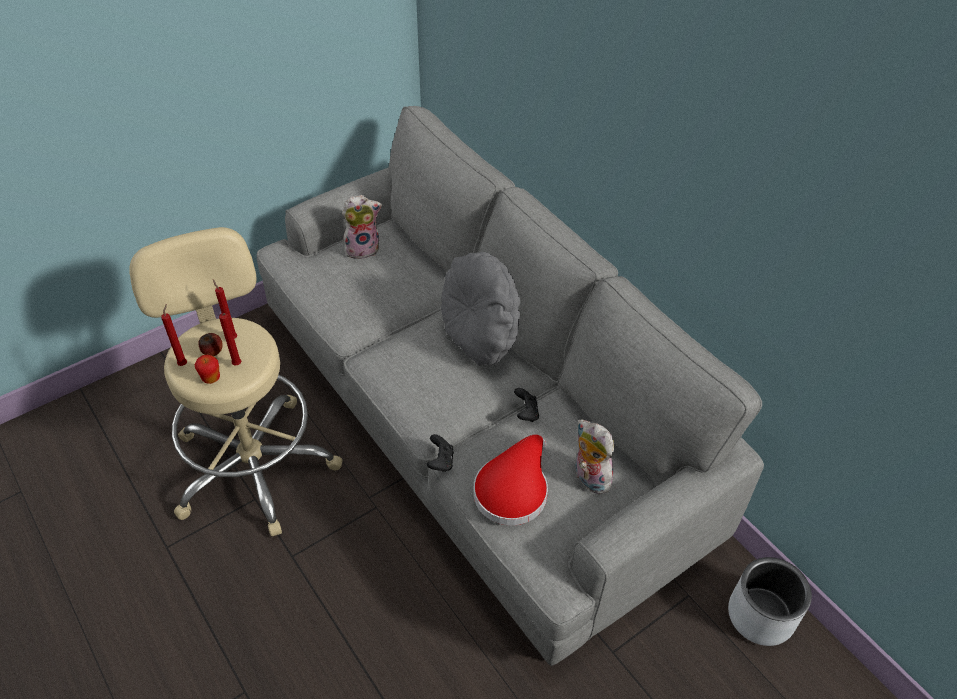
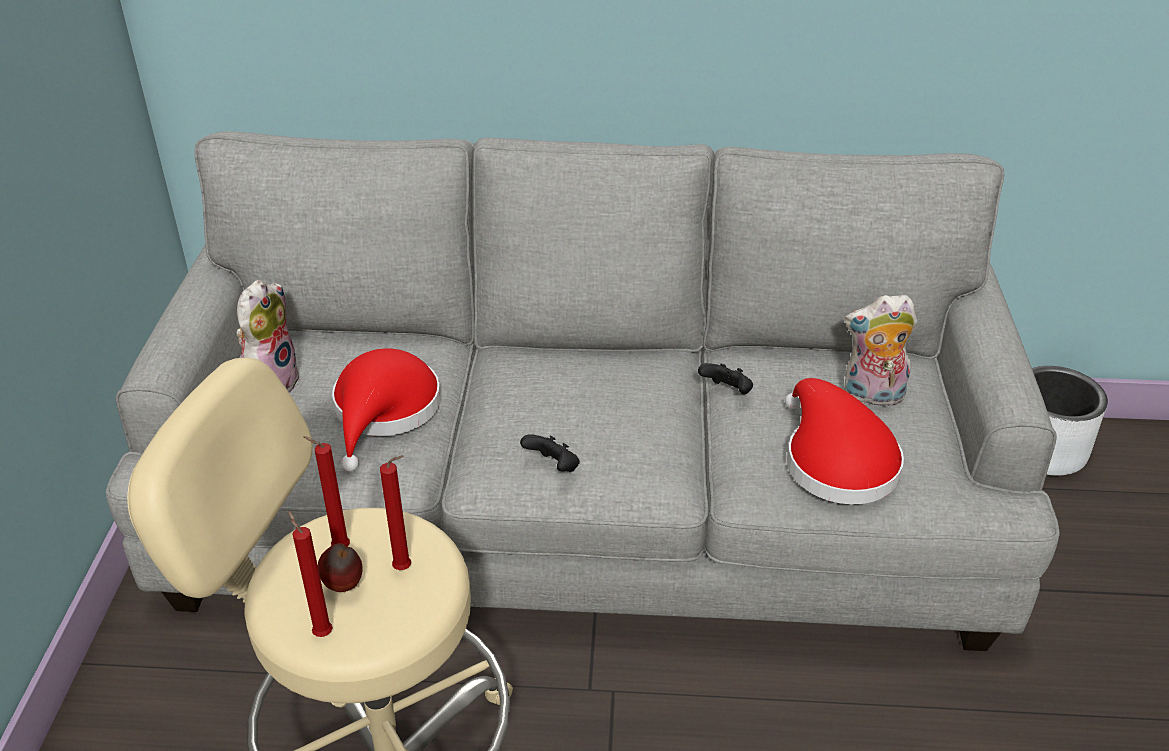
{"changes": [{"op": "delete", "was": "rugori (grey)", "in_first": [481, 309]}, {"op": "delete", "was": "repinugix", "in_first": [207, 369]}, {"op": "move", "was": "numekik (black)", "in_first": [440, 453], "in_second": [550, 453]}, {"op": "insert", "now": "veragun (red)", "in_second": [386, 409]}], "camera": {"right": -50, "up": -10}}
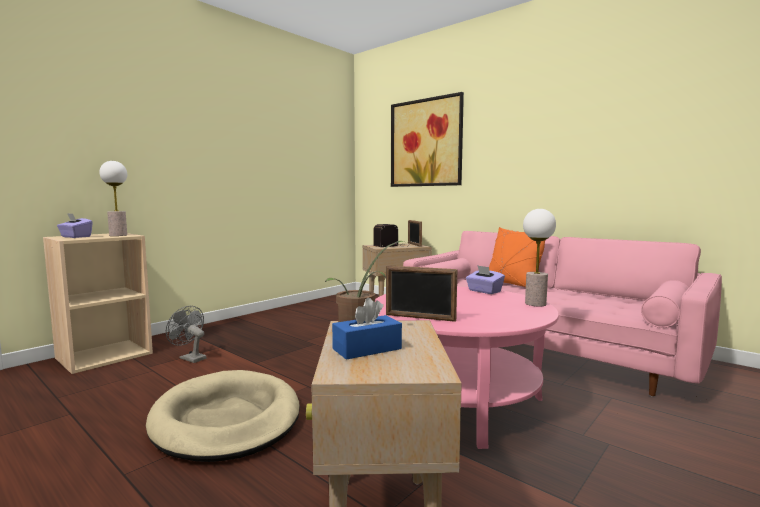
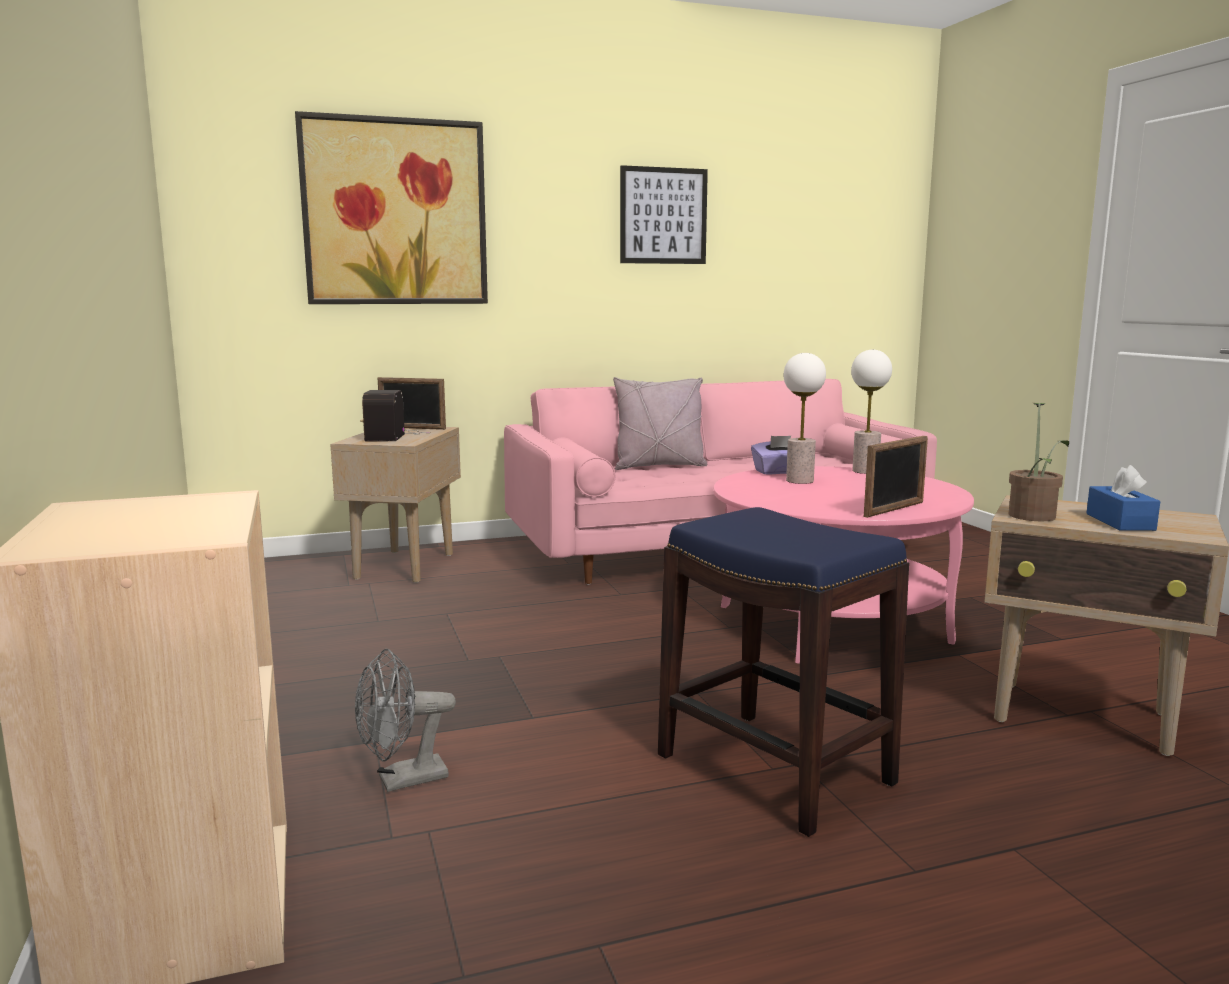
{"changes": [{"op": "move", "was": "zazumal", "in_first": [113, 198], "in_second": [805, 418]}, {"op": "delete", "was": "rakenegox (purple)", "in_first": [75, 225]}, {"op": "recolor", "was": "rugori (orange)", "now": "rugori (purple)", "in_first": [517, 257], "in_second": [660, 423]}, {"op": "replace", "was": "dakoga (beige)", "now": "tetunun", "in_first": [223, 416], "in_second": [783, 672]}, {"op": "insert", "now": "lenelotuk", "in_second": [664, 214]}], "camera": {"right": -60, "up": 5}}
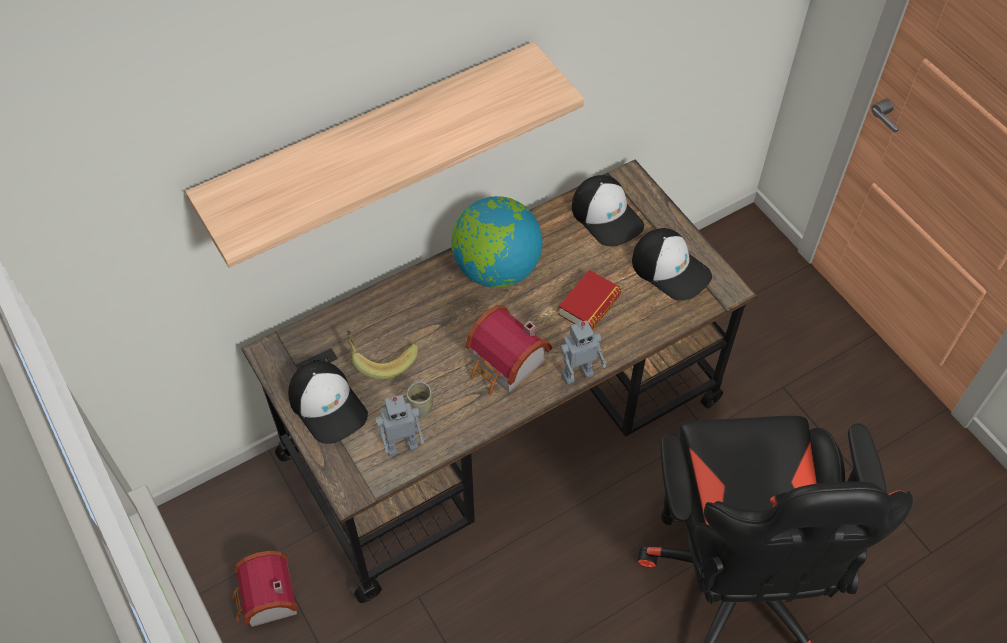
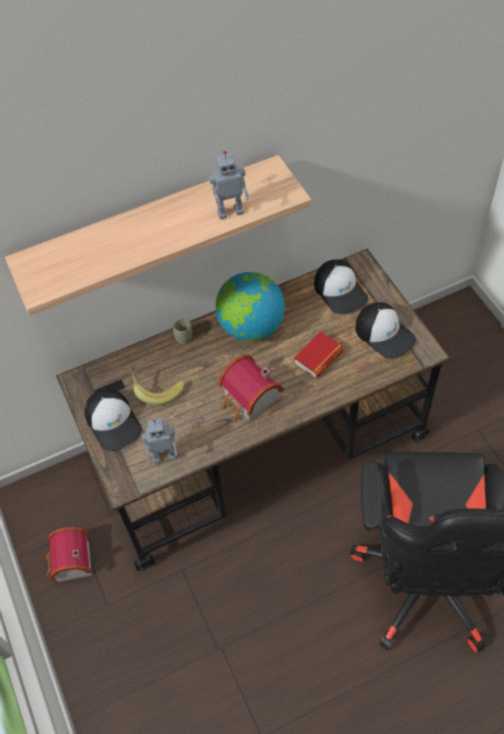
{"changes": [{"op": "move", "was": "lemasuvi", "in_first": [583, 353], "in_second": [229, 185]}, {"op": "move", "was": "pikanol", "in_first": [419, 399], "in_second": [182, 331]}], "camera": {"right": 10, "up": 0}}
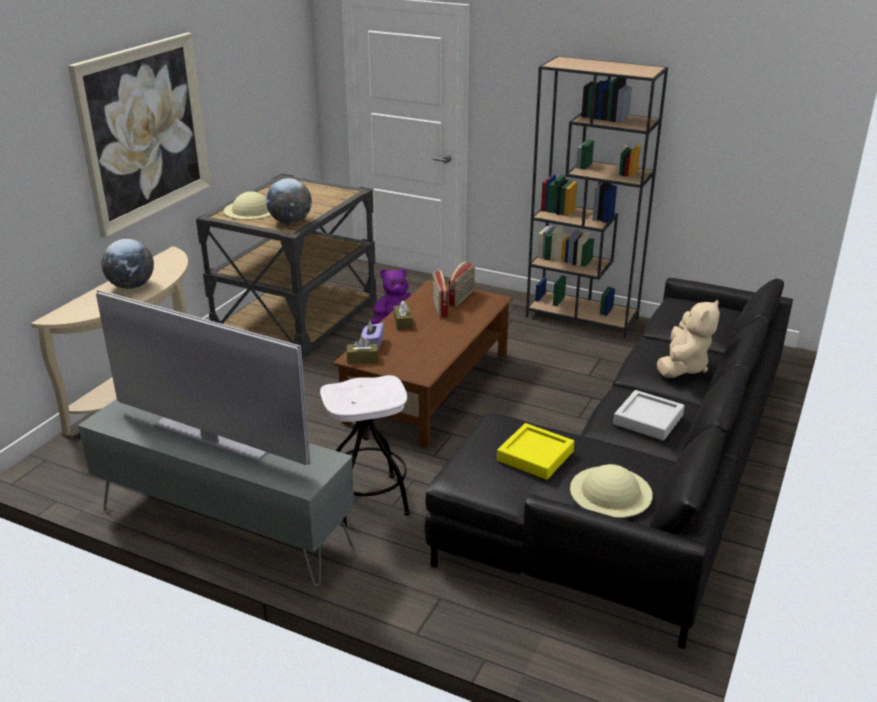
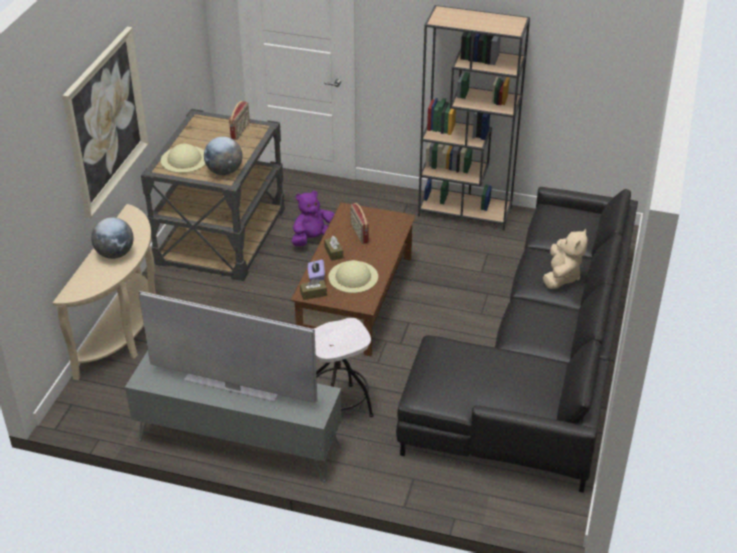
{"changes": [{"op": "move", "was": "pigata", "in_first": [462, 284], "in_second": [239, 120]}, {"op": "delete", "was": "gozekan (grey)", "in_first": [649, 415]}, {"op": "delete", "was": "gozekan (yellow)", "in_first": [535, 451]}, {"op": "move", "was": "veragun (beige)", "in_first": [611, 491], "in_second": [353, 276]}], "camera": {"right": -10, "up": 10}}
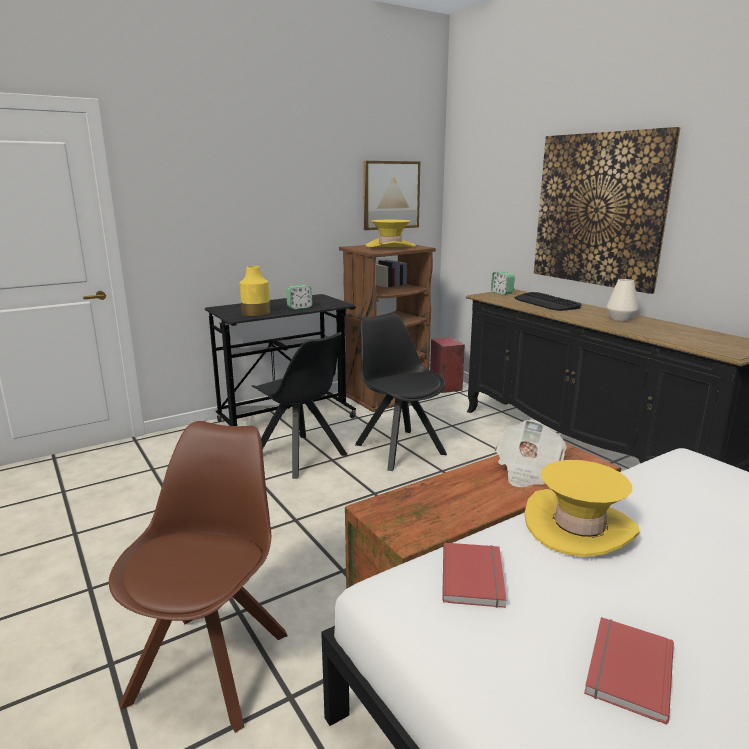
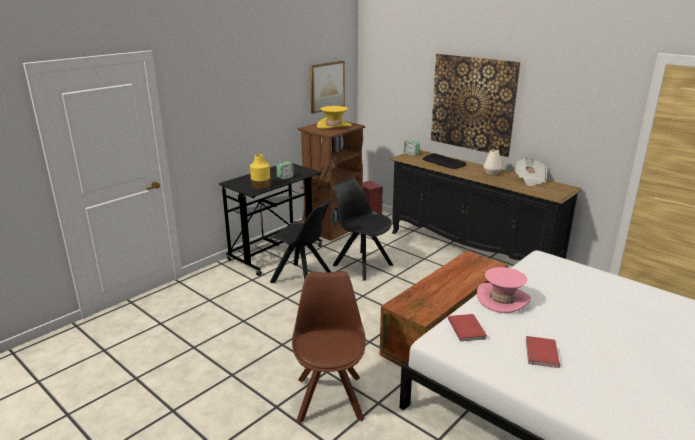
{"changes": [{"op": "move", "was": "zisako", "in_first": [531, 453], "in_second": [531, 171]}, {"op": "recolor", "was": "veragun (yellow)", "now": "veragun (pink)", "in_first": [581, 508], "in_second": [504, 290]}], "camera": {"right": -15, "up": 5}}
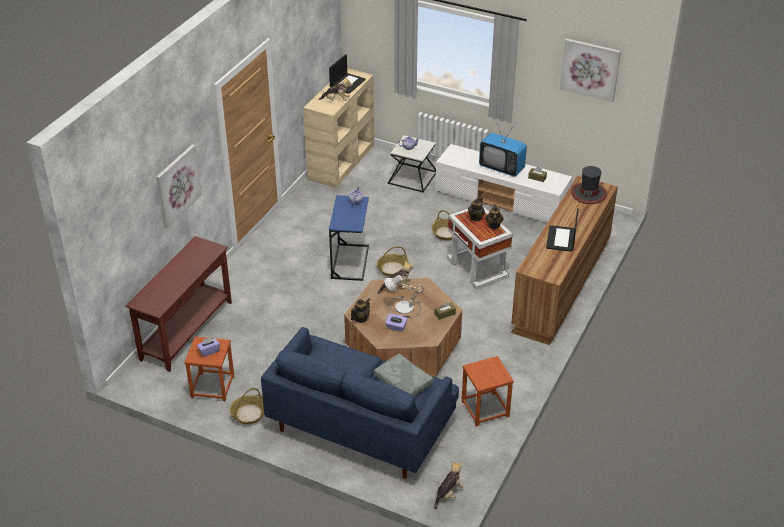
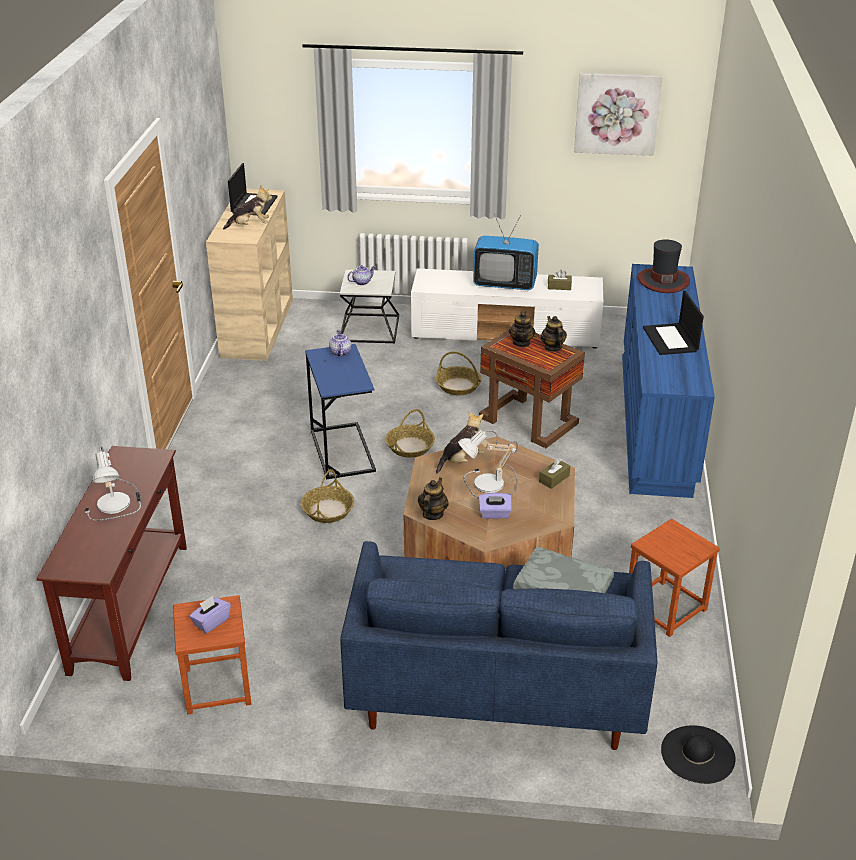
{"changes": [{"op": "delete", "was": "lenelotuk", "in_first": [179, 186]}, {"op": "recolor", "was": "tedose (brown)", "now": "tedose (blue)", "in_first": [564, 260], "in_second": [668, 381]}, {"op": "recolor", "was": "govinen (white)", "now": "govinen (brown)", "in_first": [479, 247], "in_second": [532, 389]}, {"op": "move", "was": "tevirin", "in_first": [247, 406], "in_second": [327, 496]}, {"op": "replace", "was": "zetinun", "now": "veragun (black)", "in_first": [449, 485], "in_second": [698, 754]}, {"op": "insert", "now": "zazumal", "in_second": [113, 483]}], "camera": {"right": -20, "up": -5}}
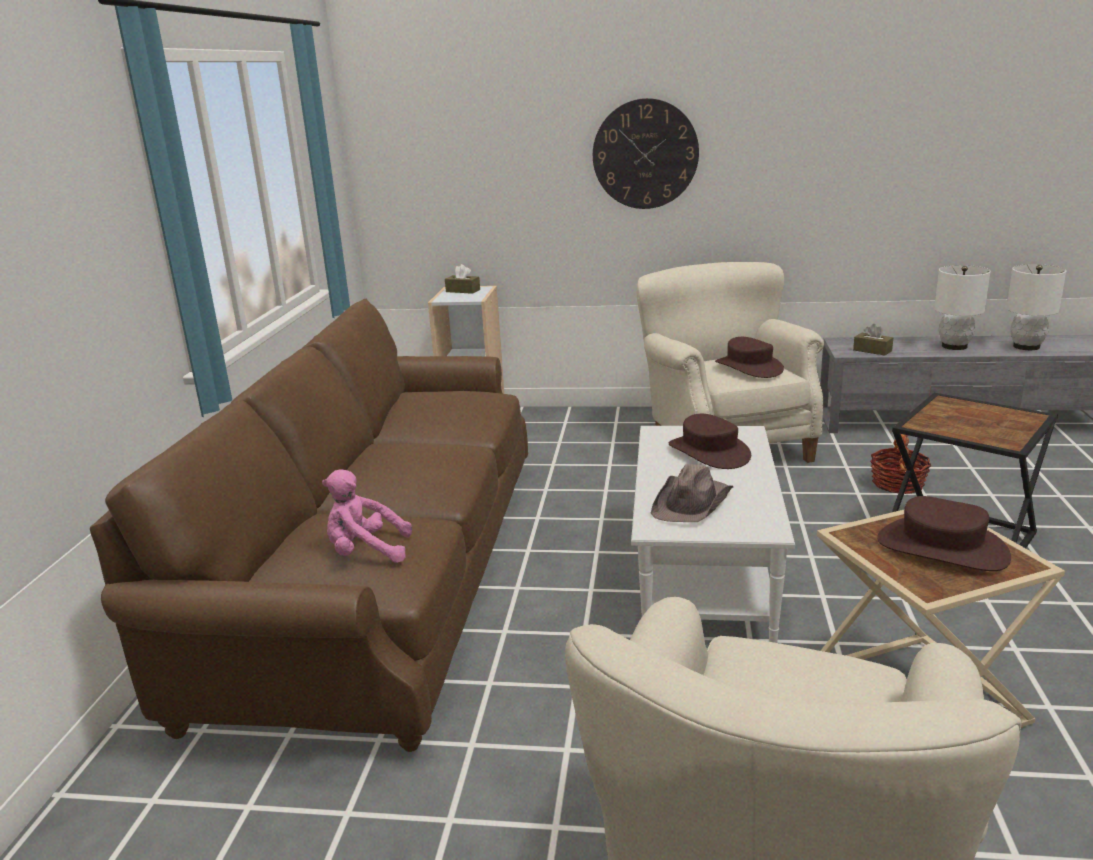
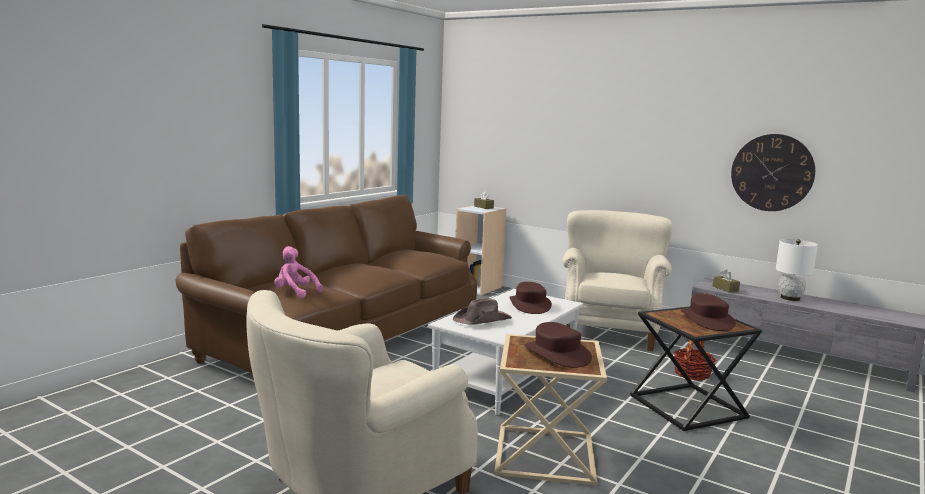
{"changes": [{"op": "move", "was": "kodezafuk", "in_first": [646, 153], "in_second": [773, 172]}, {"op": "delete", "was": "zazumal (white)", "in_first": [1036, 307]}, {"op": "move", "was": "veragun (brown)", "in_first": [749, 357], "in_second": [708, 312]}], "camera": {"right": 25, "up": -10}}
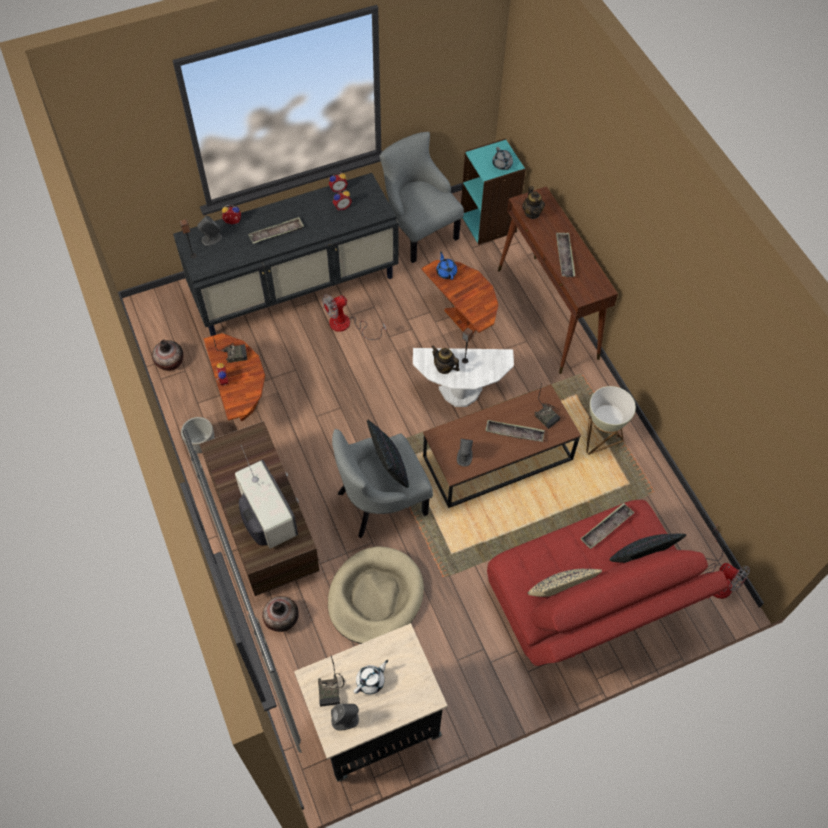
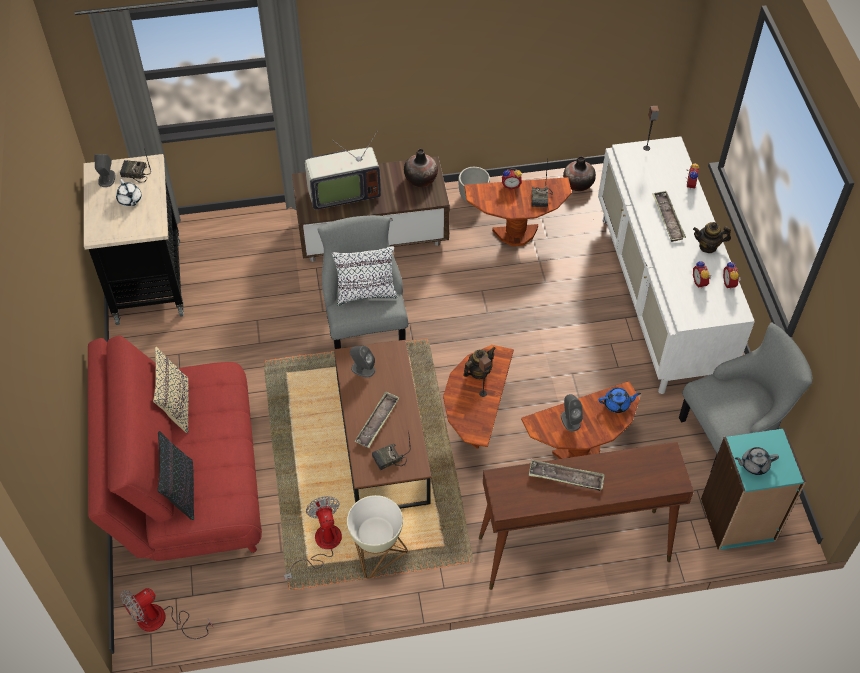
{"changes": [{"op": "recolor", "was": "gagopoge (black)", "now": "gagopoge (white)", "in_first": [286, 254], "in_second": [676, 265]}, {"op": "move", "was": "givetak", "in_first": [533, 202], "in_second": [712, 237]}, {"op": "move", "was": "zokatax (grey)", "in_first": [209, 231], "in_second": [572, 413]}, {"op": "move", "was": "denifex", "in_first": [354, 317], "in_second": [313, 538]}, {"op": "recolor", "was": "govinen (white)", "now": "govinen (brown)", "in_first": [463, 377], "in_second": [478, 397]}, {"op": "recolor", "was": "rugori (black)", "now": "rugori (white)", "in_first": [388, 454], "in_second": [365, 276]}, {"op": "delete", "was": "gozekan", "in_first": [607, 526]}, {"op": "delete", "was": "dakoga (beige)", "in_first": [376, 595]}, {"op": "move", "was": "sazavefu", "in_first": [280, 614], "in_second": [421, 168]}], "camera": {"right": 105, "up": -5}}
